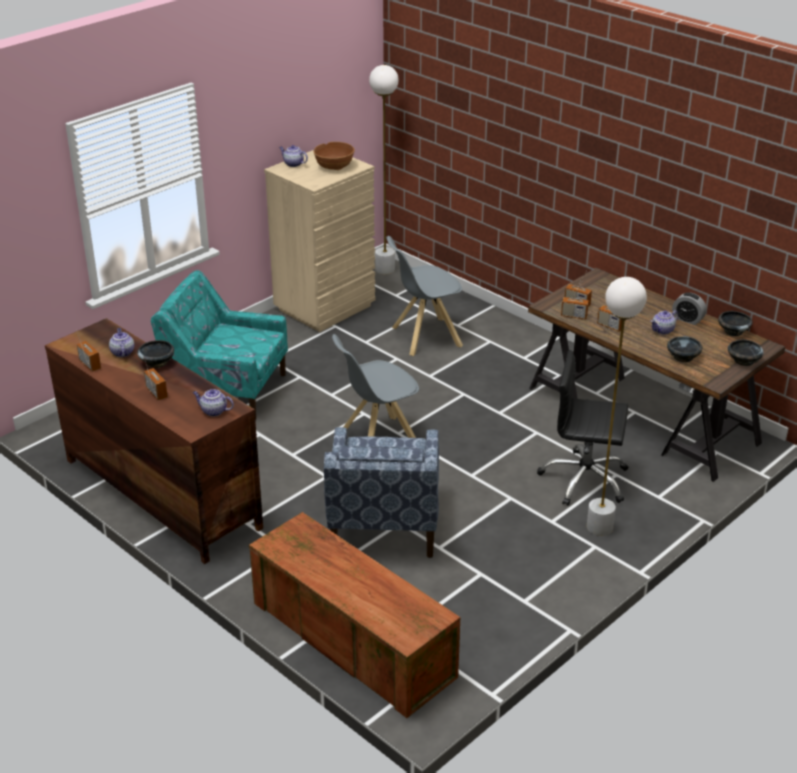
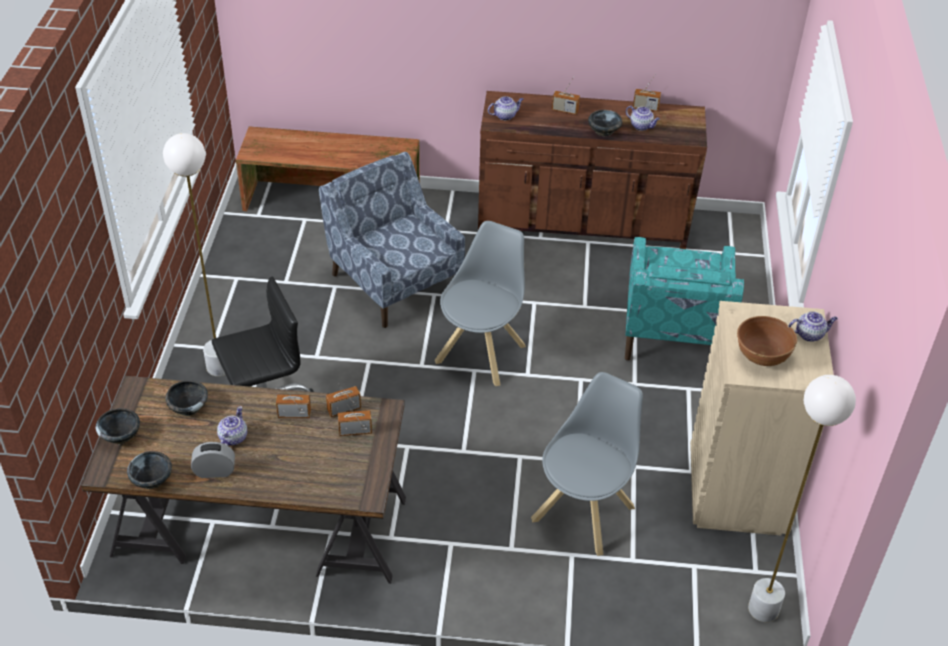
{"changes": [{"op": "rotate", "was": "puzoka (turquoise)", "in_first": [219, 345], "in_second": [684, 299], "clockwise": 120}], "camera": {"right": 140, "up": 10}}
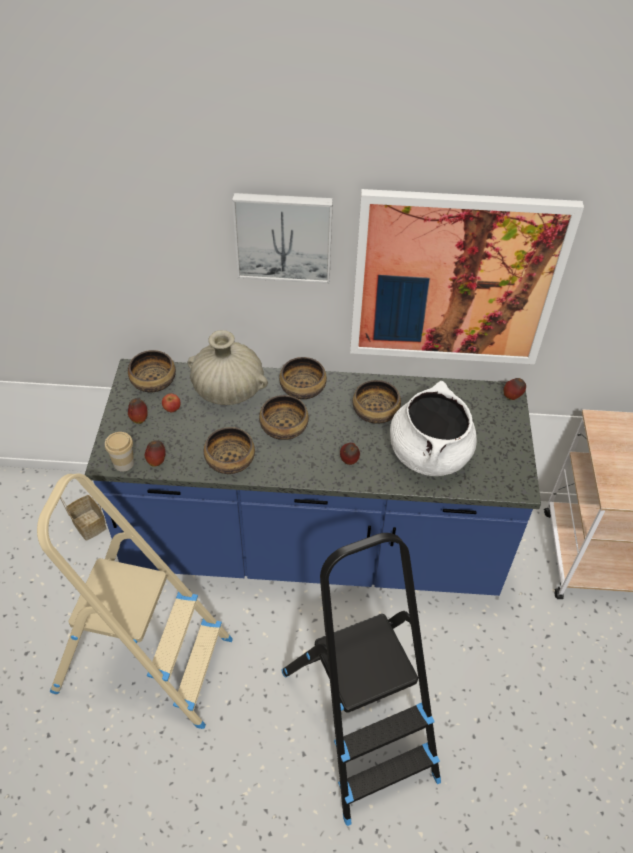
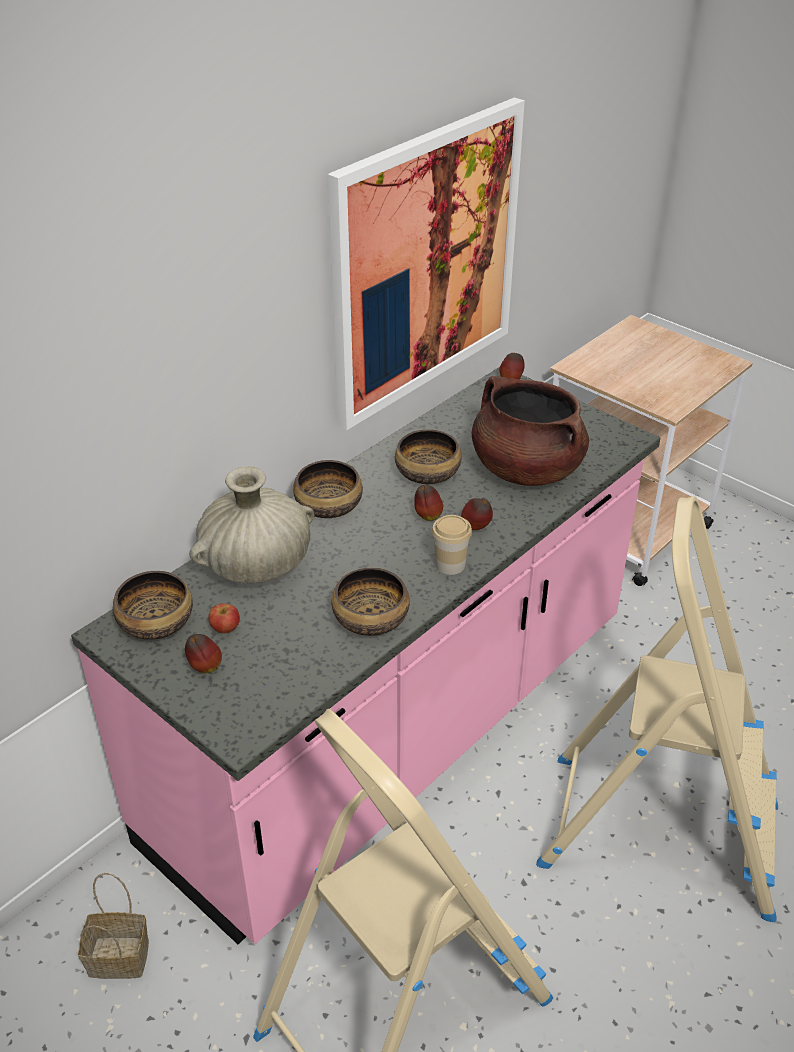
{"changes": [{"op": "delete", "was": "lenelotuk", "in_first": [282, 238]}, {"op": "recolor", "was": "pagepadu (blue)", "now": "pagepadu (pink)", "in_first": [313, 477], "in_second": [365, 655]}, {"op": "recolor", "was": "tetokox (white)", "now": "tetokox (brown)", "in_first": [433, 428], "in_second": [530, 431]}, {"op": "delete", "was": "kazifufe", "in_first": [284, 417]}, {"op": "move", "was": "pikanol", "in_first": [119, 452], "in_second": [452, 545]}, {"op": "move", "was": "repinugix", "in_first": [155, 453], "in_second": [428, 502]}, {"op": "recolor", "was": "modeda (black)", "now": "modeda (beige)", "in_first": [361, 679], "in_second": [657, 709]}], "camera": {"right": -50, "up": -10}}
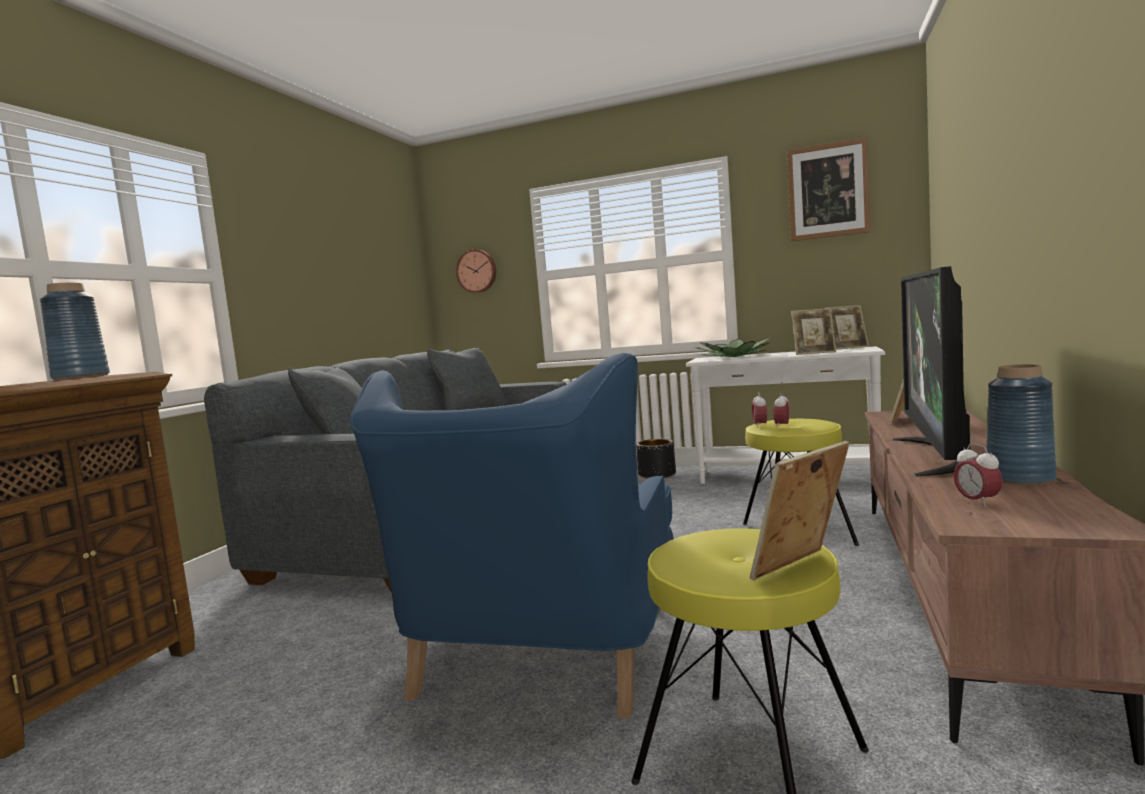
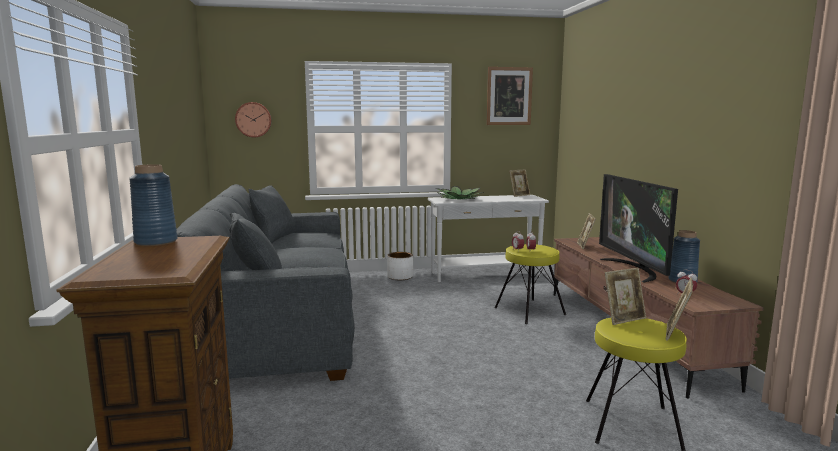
{"changes": [{"op": "move", "was": "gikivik", "in_first": [813, 331], "in_second": [625, 296]}, {"op": "delete", "was": "puzoka (blue)", "in_first": [512, 536]}, {"op": "recolor", "was": "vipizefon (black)", "now": "vipizefon (white)", "in_first": [656, 459], "in_second": [400, 266]}], "camera": {"right": -30, "up": 5}}
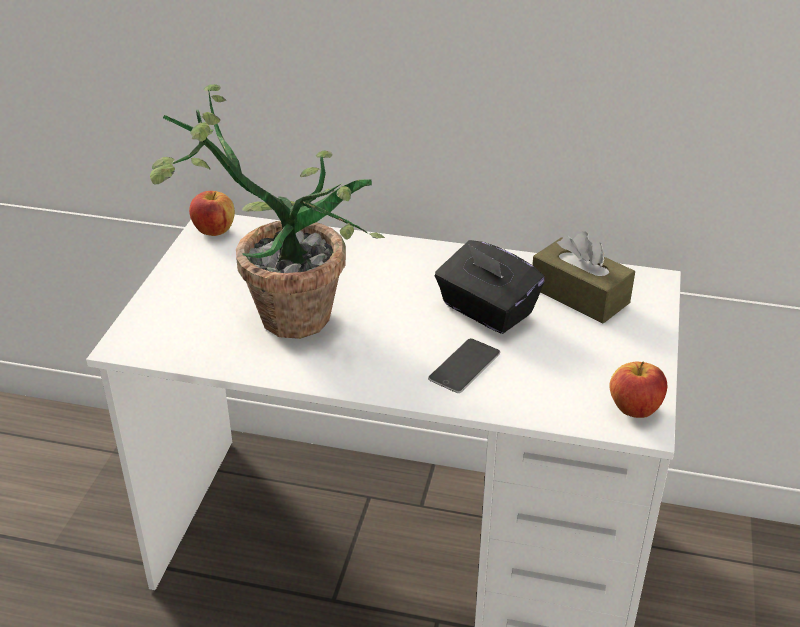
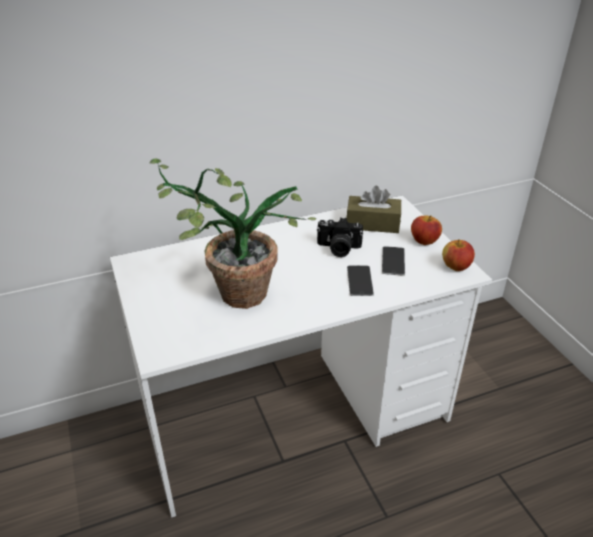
{"changes": [{"op": "move", "was": "repinugix", "in_first": [212, 213], "in_second": [426, 230]}, {"op": "replace", "was": "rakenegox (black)", "now": "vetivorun", "in_first": [490, 287], "in_second": [340, 237]}, {"op": "insert", "now": "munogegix", "in_second": [393, 260]}], "camera": {"right": -35, "up": 0}}
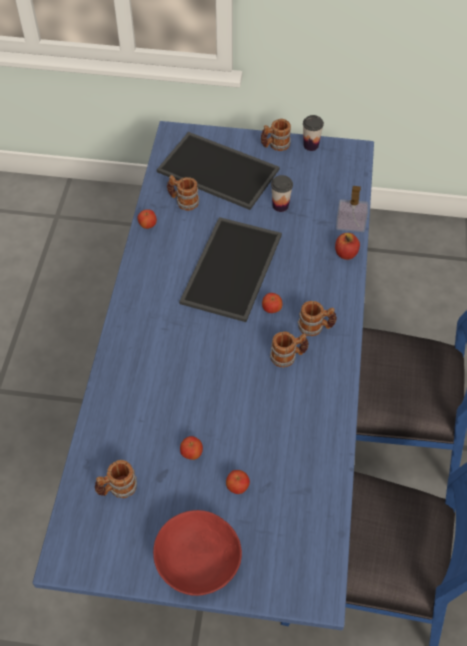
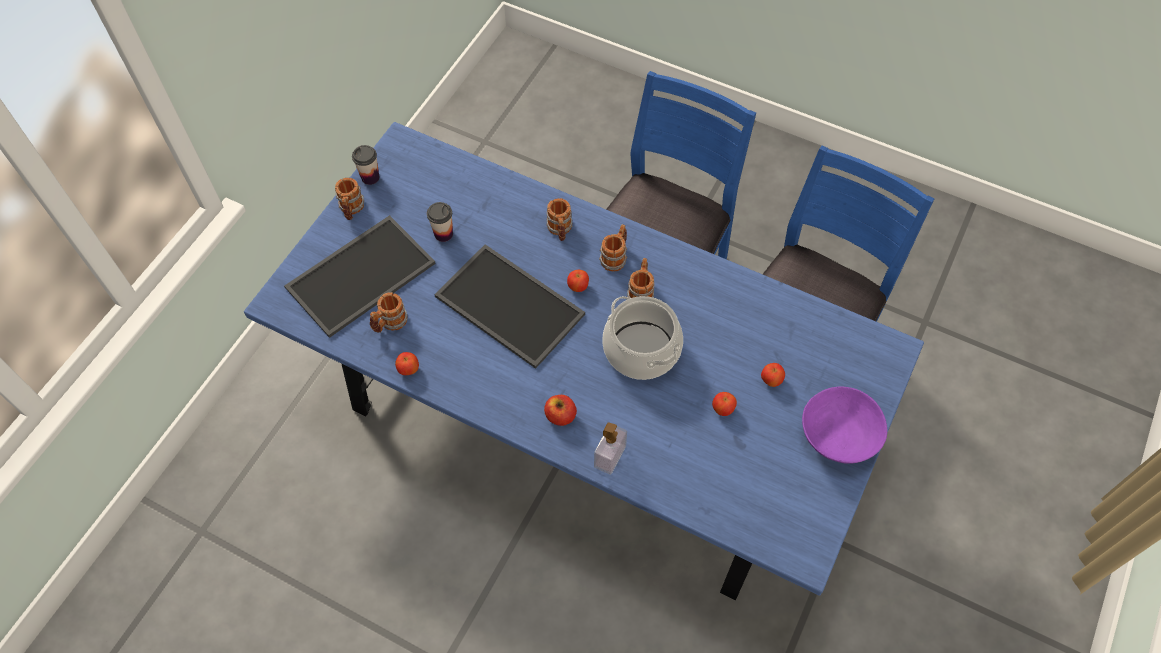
{"changes": [{"op": "move", "was": "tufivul", "in_first": [352, 209], "in_second": [610, 448]}, {"op": "move", "was": "repinugix", "in_first": [347, 246], "in_second": [560, 410]}, {"op": "move", "was": "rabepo", "in_first": [116, 479], "in_second": [559, 219]}, {"op": "recolor", "was": "kazifufe (red)", "now": "kazifufe (purple)", "in_first": [197, 553], "in_second": [844, 425]}, {"op": "insert", "now": "tetokox", "in_second": [642, 338]}], "camera": {"right": -70, "up": 5}}
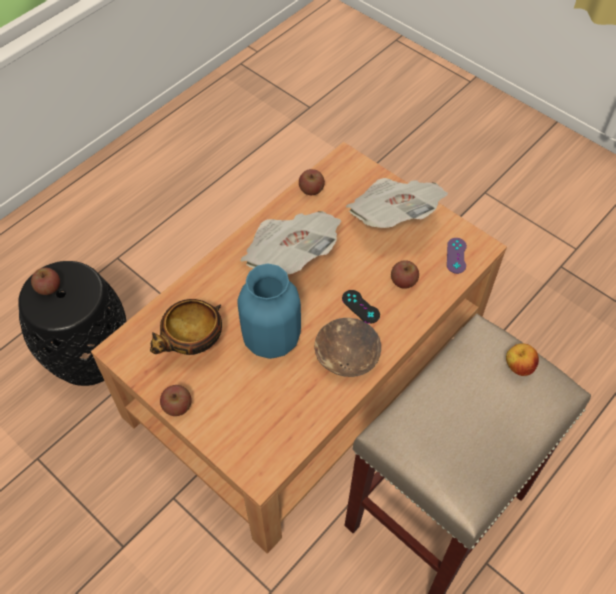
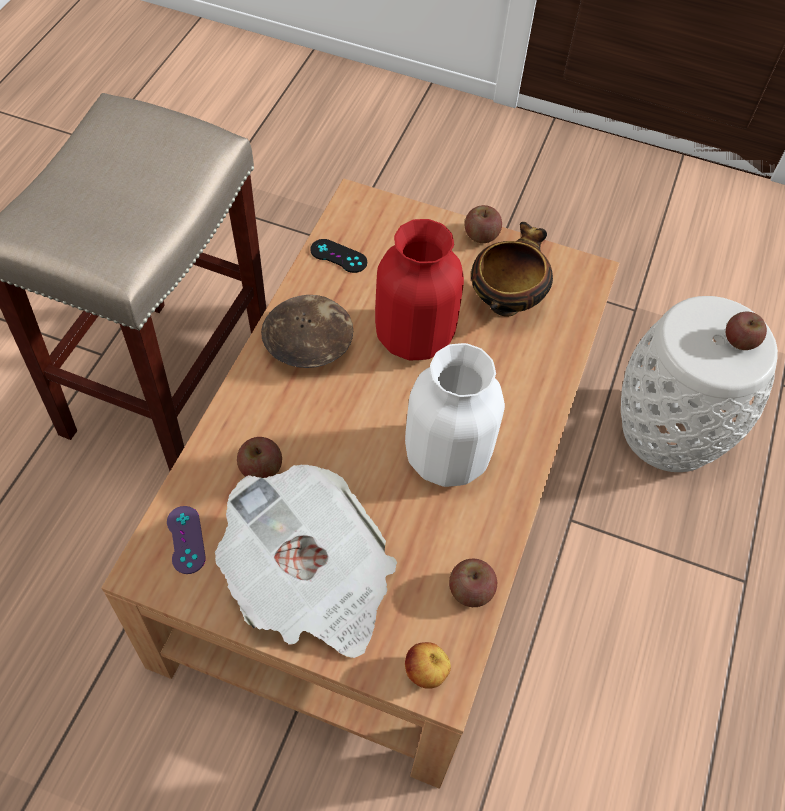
{"changes": [{"op": "replace", "was": "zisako", "now": "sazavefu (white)", "in_first": [290, 243], "in_second": [455, 415]}, {"op": "recolor", "was": "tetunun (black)", "now": "tetunun (white)", "in_first": [72, 323], "in_second": [699, 384]}, {"op": "recolor", "was": "sazavefu (blue)", "now": "sazavefu (red)", "in_first": [269, 311], "in_second": [419, 289]}, {"op": "move", "was": "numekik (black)", "in_first": [361, 307], "in_second": [338, 256]}, {"op": "move", "was": "repinugix", "in_first": [522, 359], "in_second": [428, 665]}], "camera": {"right": 155, "up": 0}}
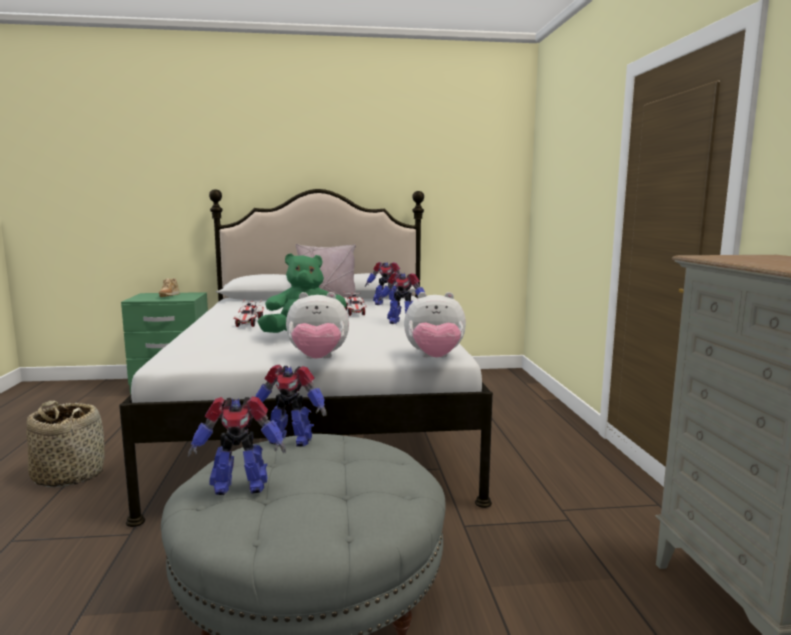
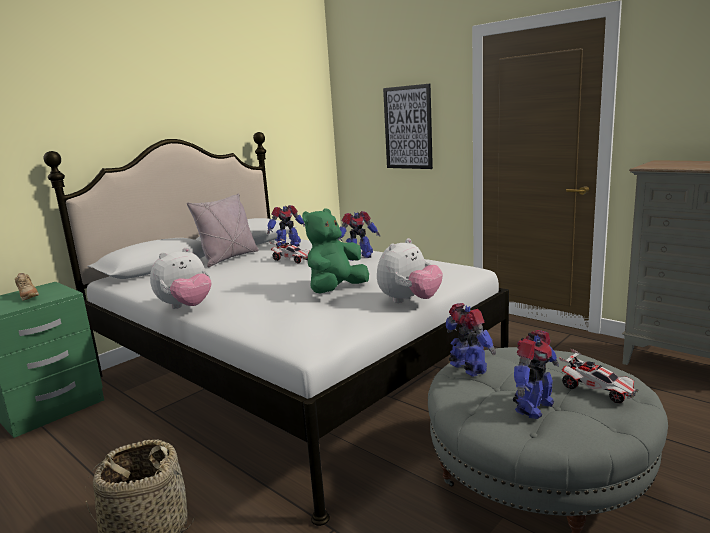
{"changes": [{"op": "move", "was": "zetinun", "in_first": [435, 325], "in_second": [180, 278]}, {"op": "move", "was": "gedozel", "in_first": [249, 313], "in_second": [598, 376]}, {"op": "rotate", "was": "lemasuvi", "in_first": [291, 405], "in_second": [471, 340], "clockwise": -90}, {"op": "insert", "now": "lenelotuk", "in_second": [408, 126]}], "camera": {"right": -40, "up": 5}}
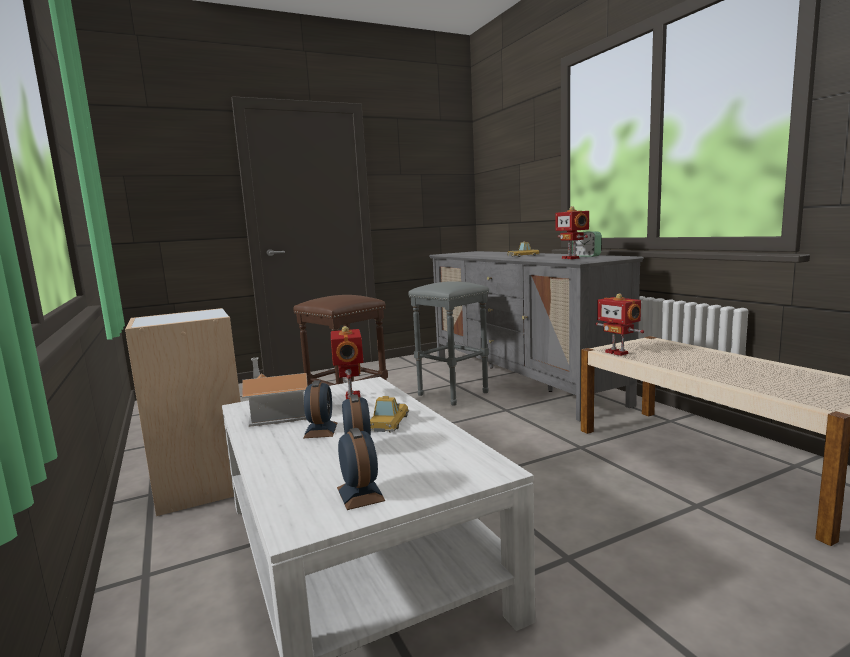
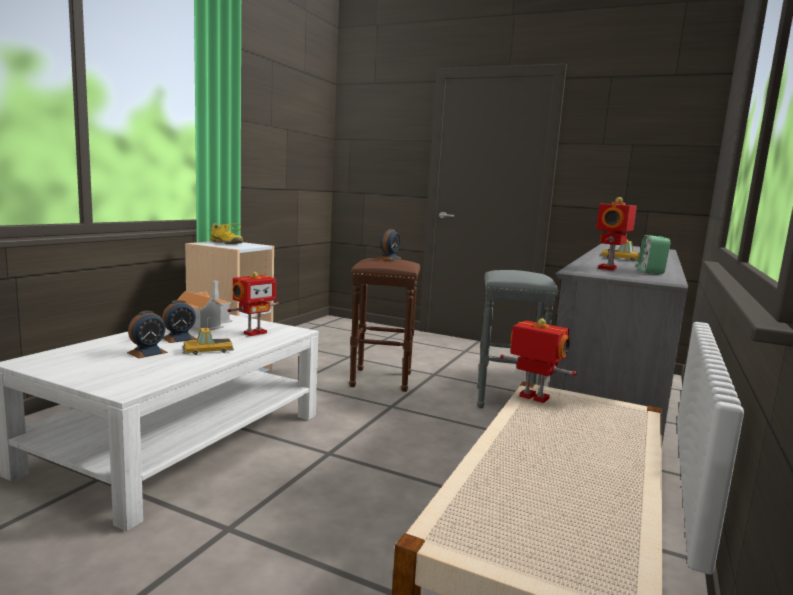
{"changes": [{"op": "rotate", "was": "lemasuvi", "in_first": [619, 324], "in_second": [538, 360], "clockwise": 105}, {"op": "move", "was": "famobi", "in_first": [361, 469], "in_second": [389, 244]}, {"op": "insert", "now": "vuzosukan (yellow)", "in_second": [226, 233]}], "camera": {"right": 50, "up": 0}}
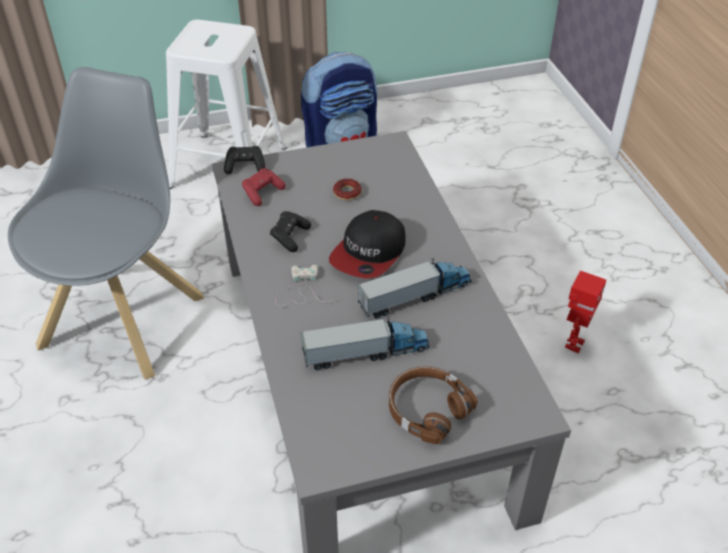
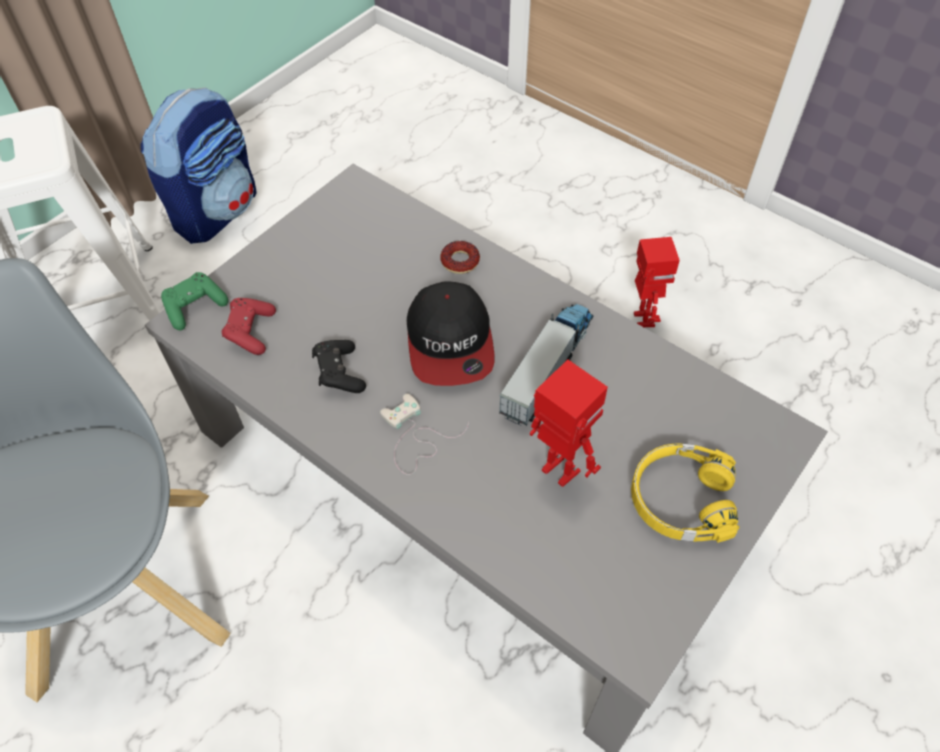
{"changes": [{"op": "recolor", "was": "numekik (black)", "now": "numekik (green)", "in_first": [245, 160], "in_second": [194, 301]}, {"op": "move", "was": "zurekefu", "in_first": [347, 190], "in_second": [460, 257]}, {"op": "replace", "was": "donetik", "now": "lemasuvi", "in_first": [365, 343], "in_second": [569, 423]}, {"op": "recolor", "was": "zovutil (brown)", "now": "zovutil (yellow)", "in_first": [433, 405], "in_second": [685, 493]}], "camera": {"right": -35, "up": 10}}
